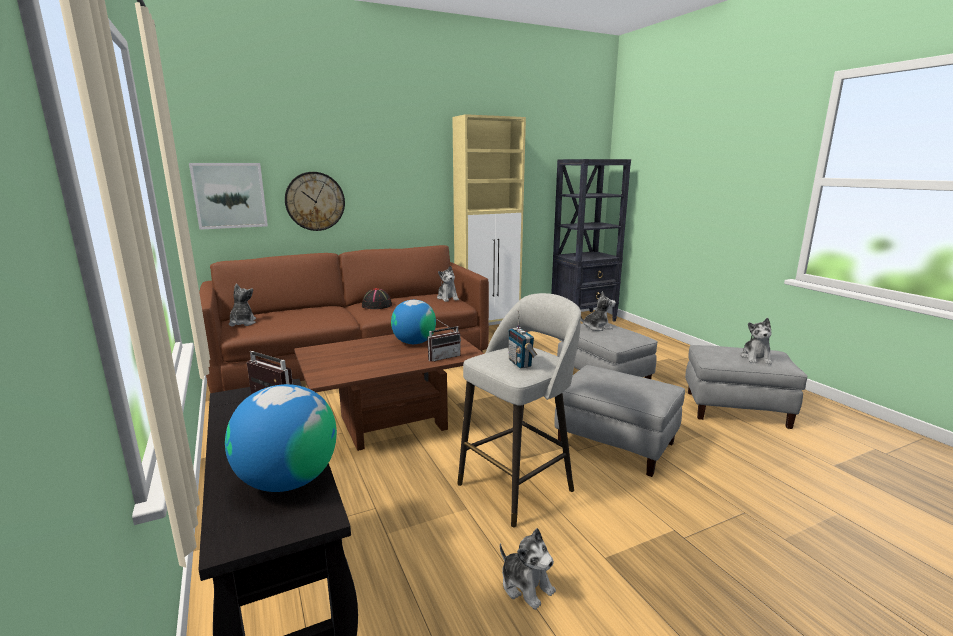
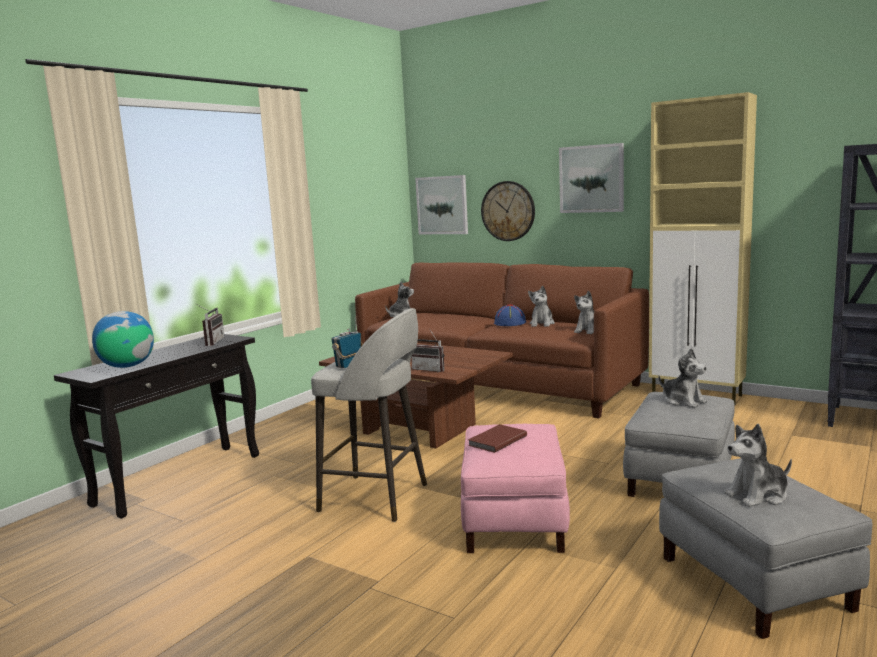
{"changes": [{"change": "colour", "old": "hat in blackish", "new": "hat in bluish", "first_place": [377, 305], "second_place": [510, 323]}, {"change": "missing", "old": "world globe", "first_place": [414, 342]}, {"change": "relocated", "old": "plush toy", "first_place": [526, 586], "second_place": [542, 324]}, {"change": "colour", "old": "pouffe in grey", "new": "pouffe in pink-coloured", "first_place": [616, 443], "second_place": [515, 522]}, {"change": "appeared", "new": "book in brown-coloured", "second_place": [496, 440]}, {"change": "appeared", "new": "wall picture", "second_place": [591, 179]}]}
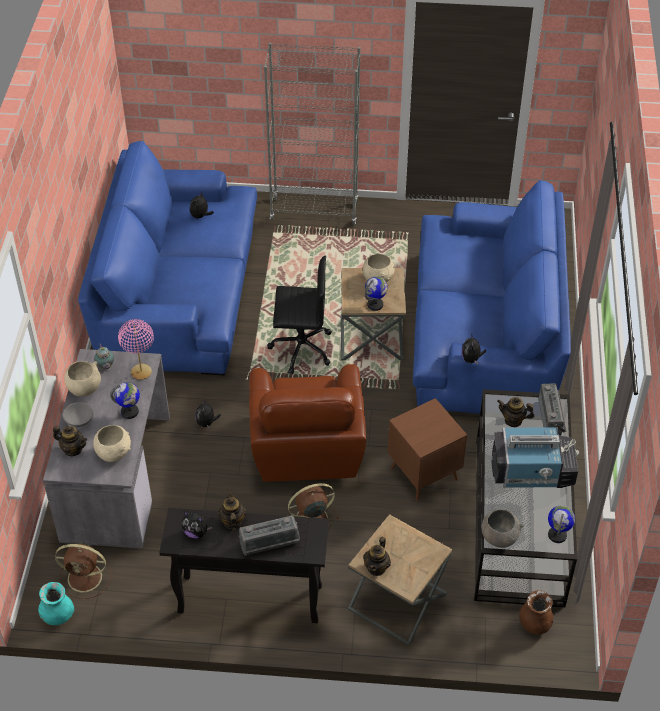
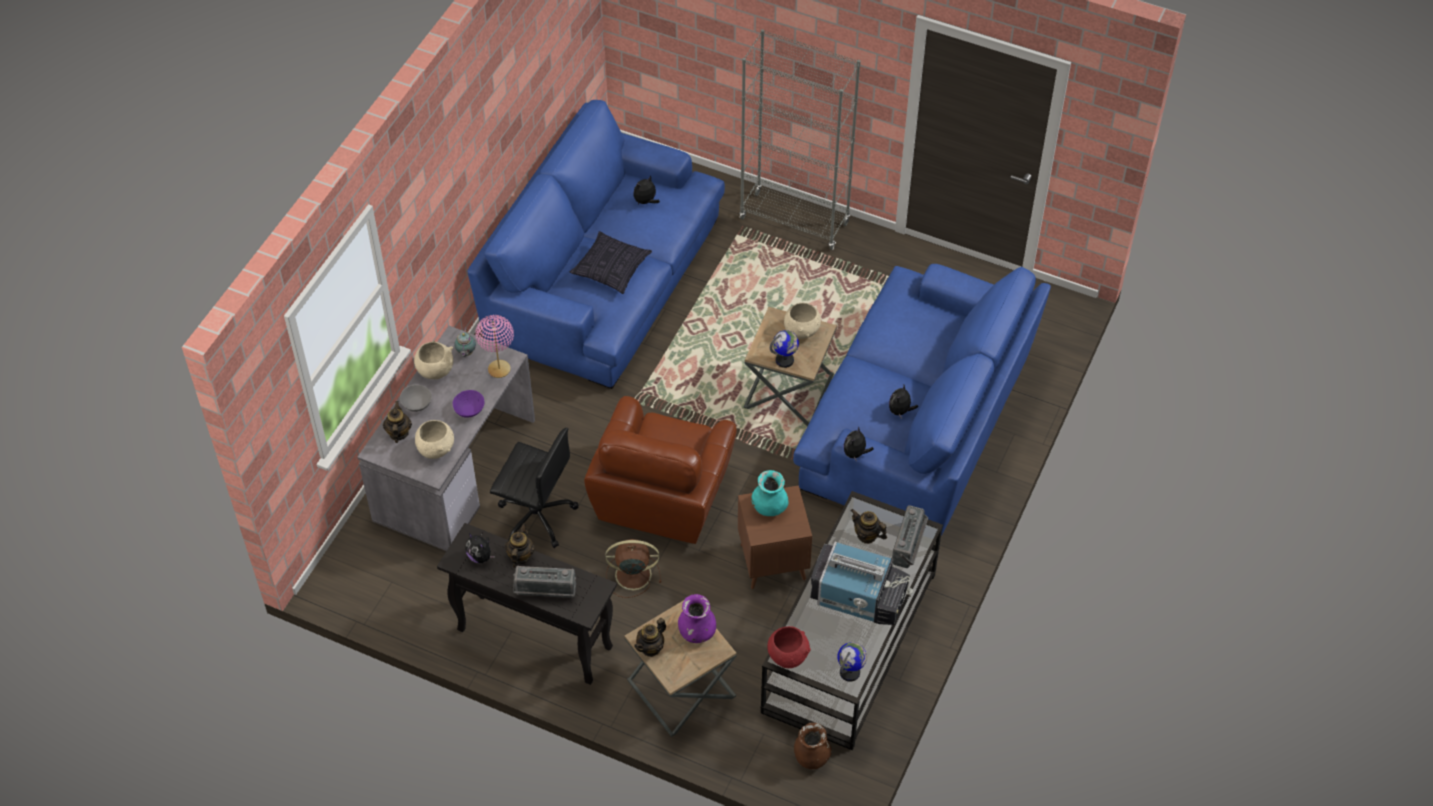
{"changes": [{"change": "relocated", "old": "flower vase in blue-green", "first_place": [58, 616], "second_place": [769, 507]}, {"change": "spun", "old": "tea pot", "first_place": [73, 449], "second_place": [398, 433], "degrees": -135}, {"change": "missing", "old": "cooling fan in brown-coloured", "first_place": [86, 578]}, {"change": "exchanged", "old": "world globe", "new": "deep dish in purple-coloured", "first_place": [130, 412], "second_place": [470, 409]}, {"change": "relocated", "old": "plush toy", "first_place": [207, 423], "second_place": [900, 411]}, {"change": "relocated", "old": "office chair in blackish", "first_place": [300, 348], "second_place": [535, 516]}, {"change": "colour", "old": "deep dish in grey", "new": "deep dish in red-coloured", "first_place": [499, 538], "second_place": [787, 656]}, {"change": "appeared", "new": "pillow", "second_place": [611, 269]}, {"change": "appeared", "new": "flower vase in purple-coloured", "second_place": [697, 632]}]}
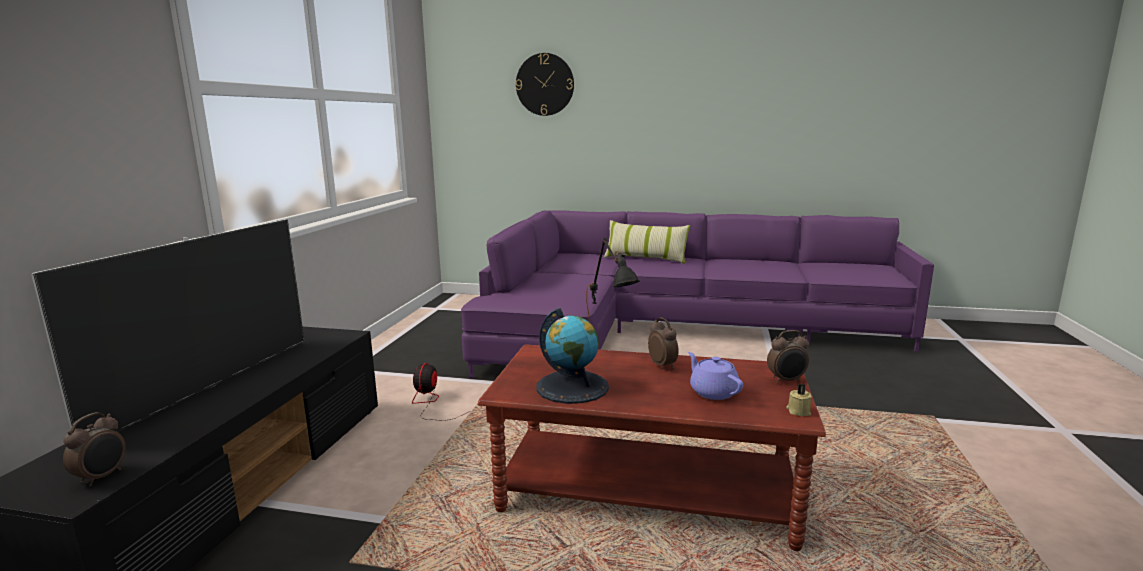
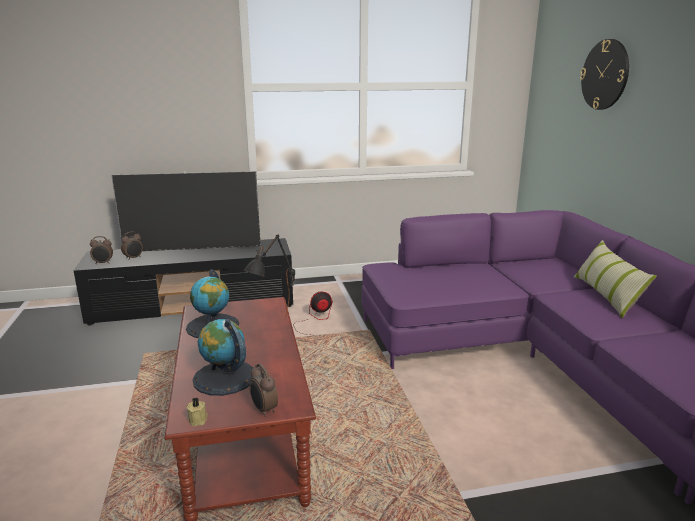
{"changes": [{"change": "relocated", "old": "bedside clock", "first_place": [663, 365], "second_place": [134, 258]}, {"change": "exchanged", "old": "tea pot in purple-coloured", "new": "world globe", "first_place": [713, 392], "second_place": [224, 377]}]}
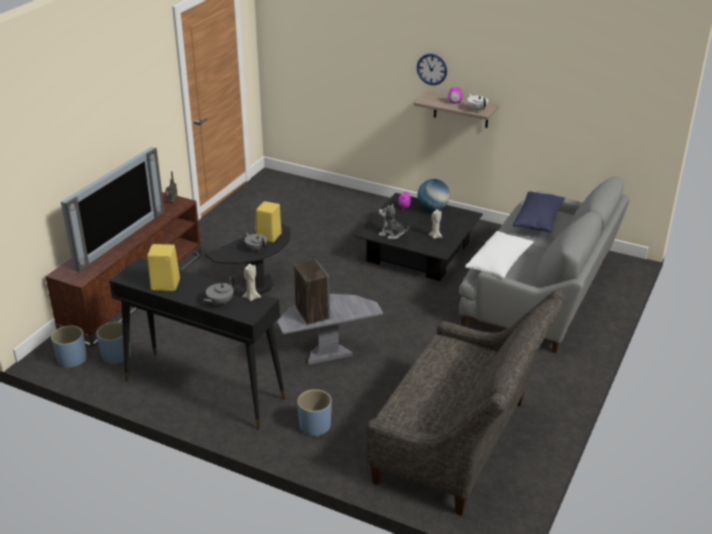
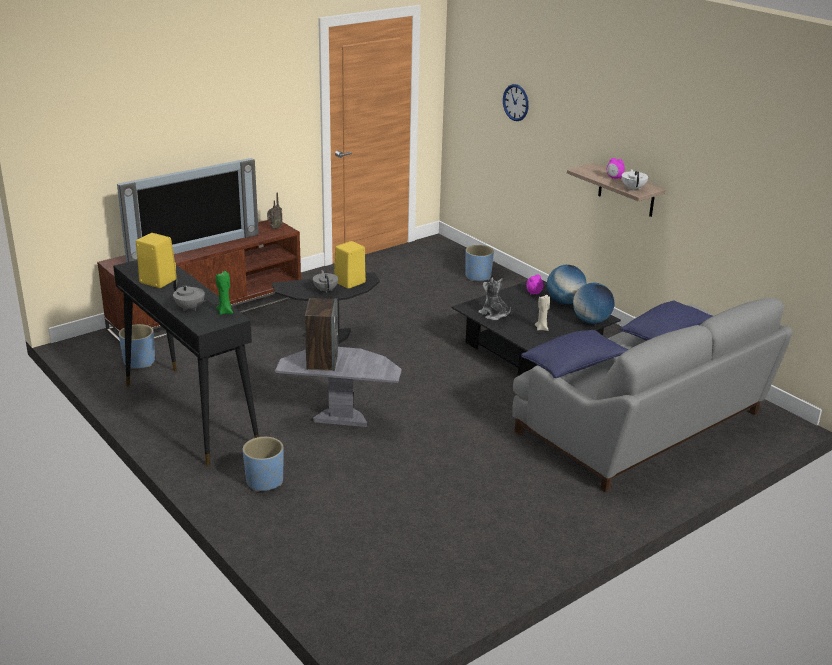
{"changes": [{"change": "relocated", "old": "planter in bluish", "first_place": [72, 360], "second_place": [478, 277]}, {"change": "spun", "old": "tea pot in grey", "first_place": [220, 302], "second_place": [190, 308], "degrees": -120}, {"change": "colour", "old": "wax candle in beige-coloured", "new": "wax candle in greenish", "first_place": [251, 297], "second_place": [225, 312]}, {"change": "missing", "old": "sofa in grey", "first_place": [461, 445]}, {"change": "relocated", "old": "clock on the wall", "first_place": [432, 69], "second_place": [516, 102]}, {"change": "colour", "old": "pillow in white-coloured", "new": "pillow in bluish", "first_place": [499, 263], "second_place": [574, 366]}, {"change": "appeared", "new": "world globe", "second_place": [591, 321]}]}
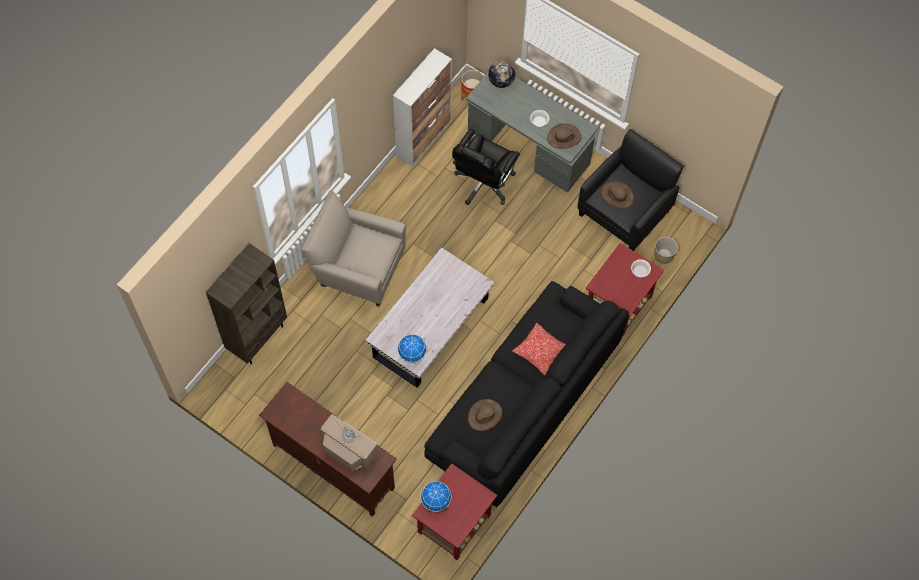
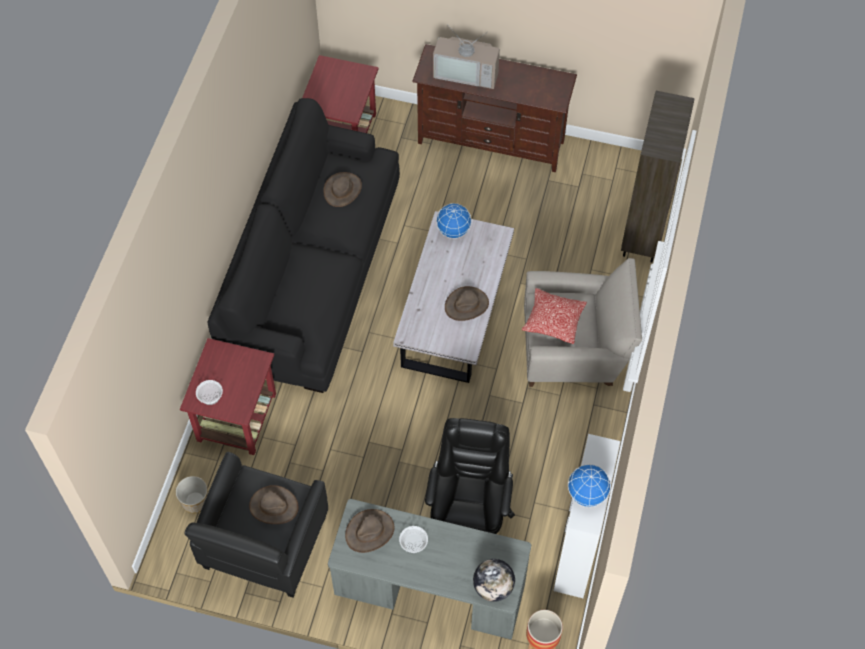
{"changes": [{"change": "relocated", "old": "world globe", "first_place": [435, 501], "second_place": [587, 494]}, {"change": "relocated", "old": "pillow", "first_place": [540, 352], "second_place": [553, 320]}, {"change": "appeared", "new": "hat in brown-coloured", "second_place": [466, 305]}]}
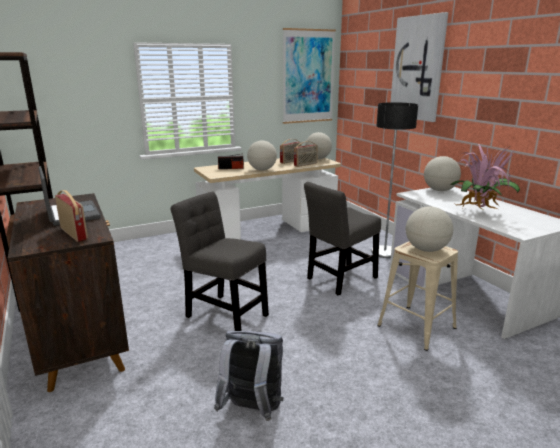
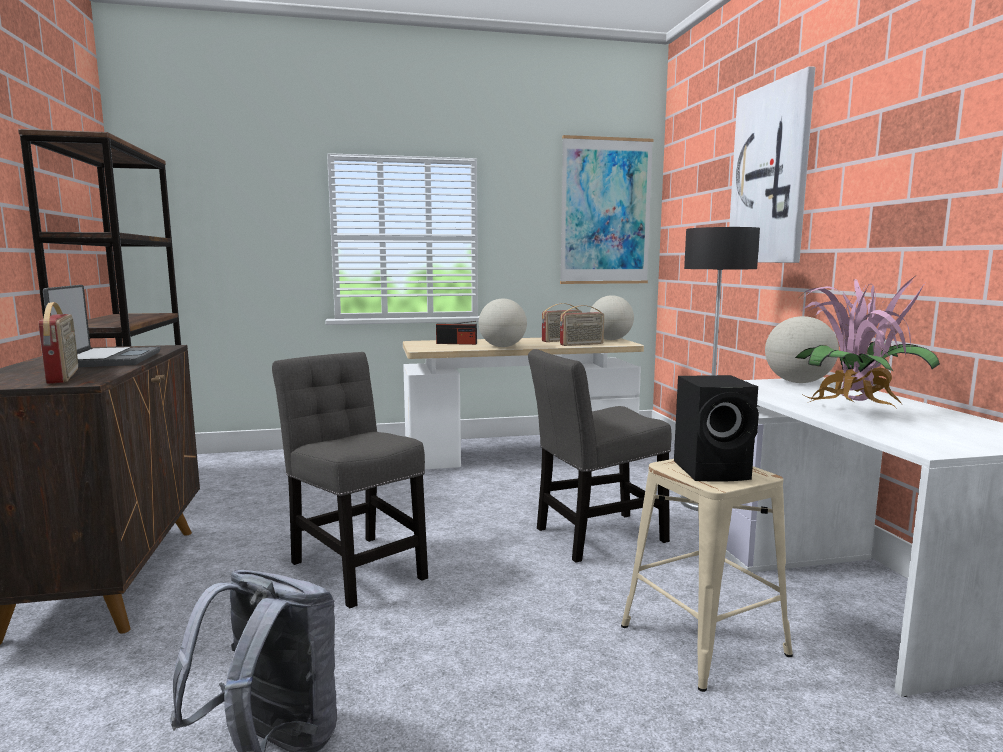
{"changes": [{"change": "exchanged", "old": "world globe", "new": "loudspeaker in blackish", "first_place": [426, 249], "second_place": [714, 471]}]}
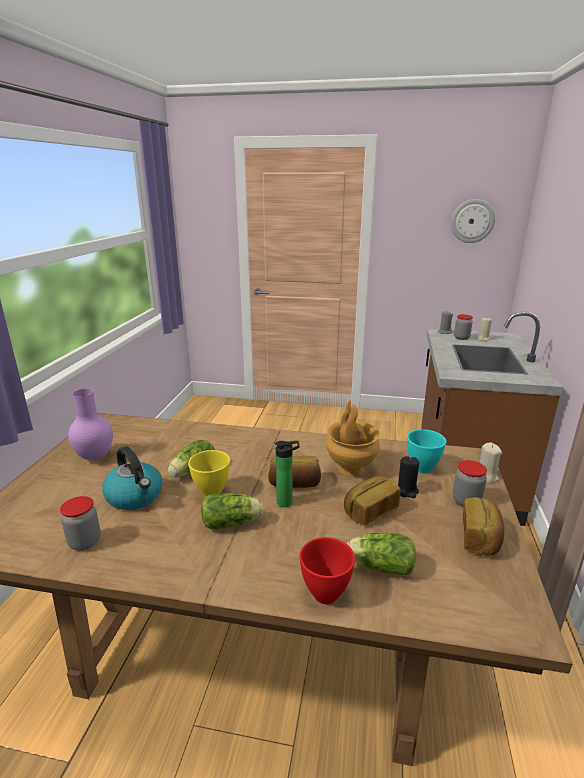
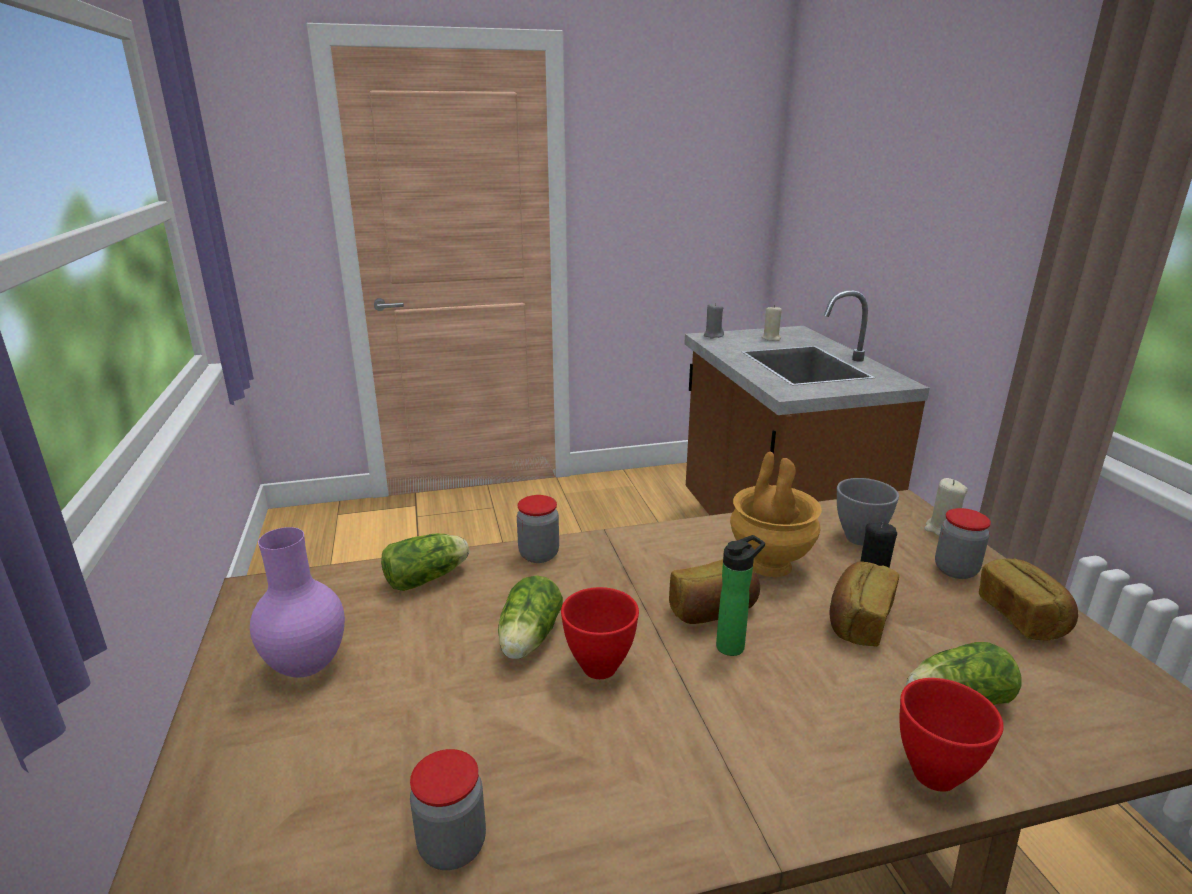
{"changes": [{"change": "missing", "old": "tea kettle", "first_place": [135, 496]}, {"change": "colour", "old": "deep dish in yellowish", "new": "deep dish in red-coloured", "first_place": [213, 492], "second_place": [601, 667]}, {"change": "relocated", "old": "lettuce", "first_place": [233, 523], "second_place": [429, 578]}, {"change": "colour", "old": "deep dish in blue-green", "new": "deep dish in grey", "first_place": [422, 469], "second_place": [860, 539]}, {"change": "missing", "old": "clock on the wall", "first_place": [472, 221]}, {"change": "relocated", "old": "storage jar", "first_place": [461, 338], "second_place": [539, 555]}]}
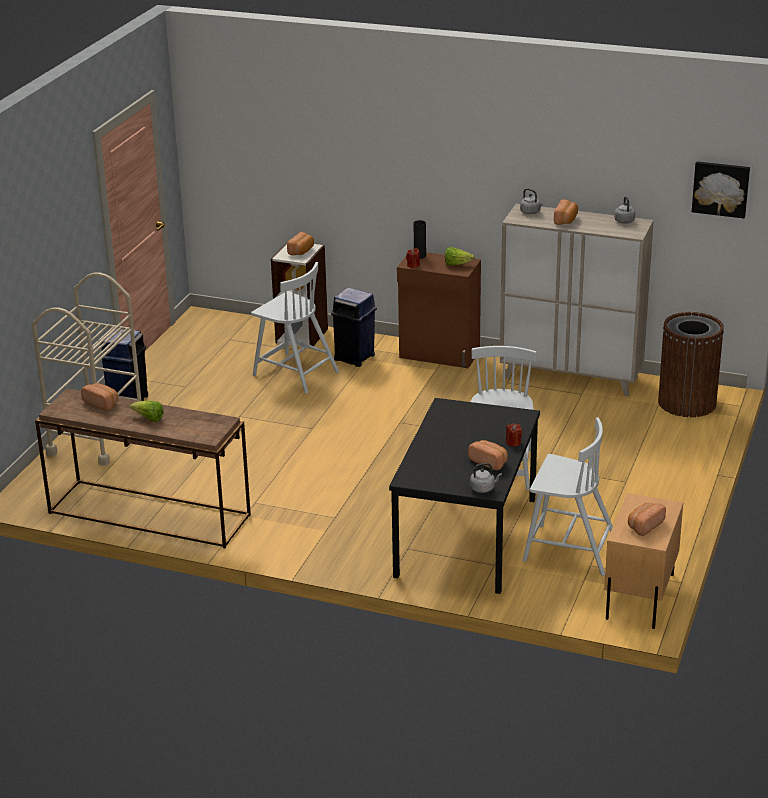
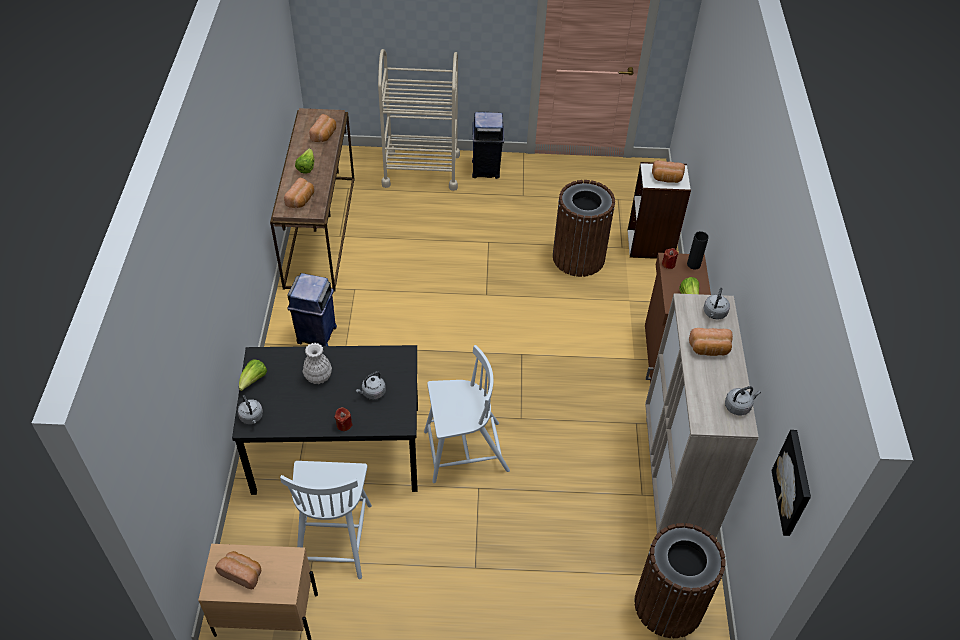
{"changes": [{"change": "exchanged", "old": "chair in white-coloured", "new": "rubbish bin in brown-coloured", "first_place": [294, 373], "second_place": [578, 257]}, {"change": "relocated", "old": "rubbish bin in bluish", "first_place": [355, 357], "second_place": [316, 335]}, {"change": "relocated", "old": "bread", "first_place": [489, 462], "second_place": [301, 200]}, {"change": "appeared", "new": "lettuce", "second_place": [253, 381]}, {"change": "appeared", "new": "flower vase in white-coloured", "second_place": [318, 377]}, {"change": "appeared", "new": "tea kettle in grey", "second_place": [372, 393]}]}
